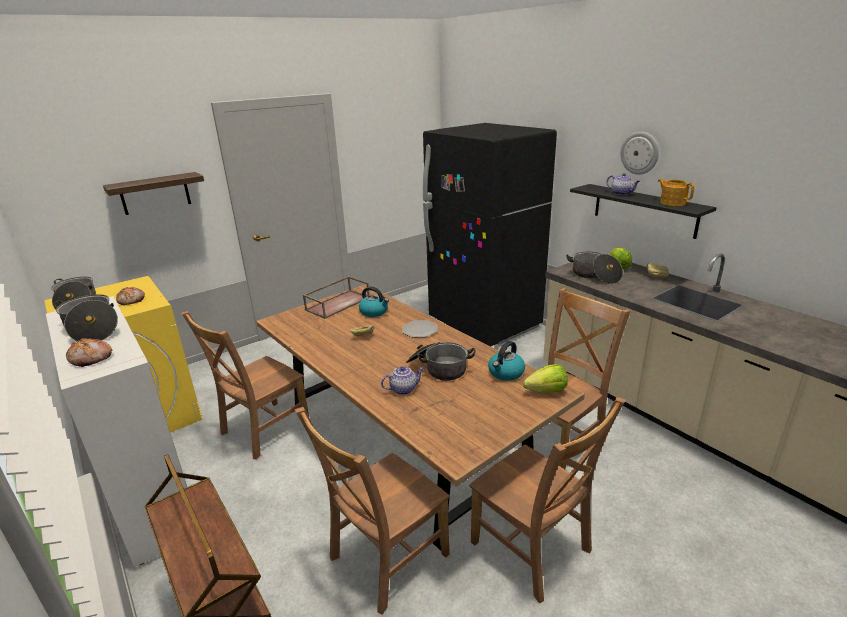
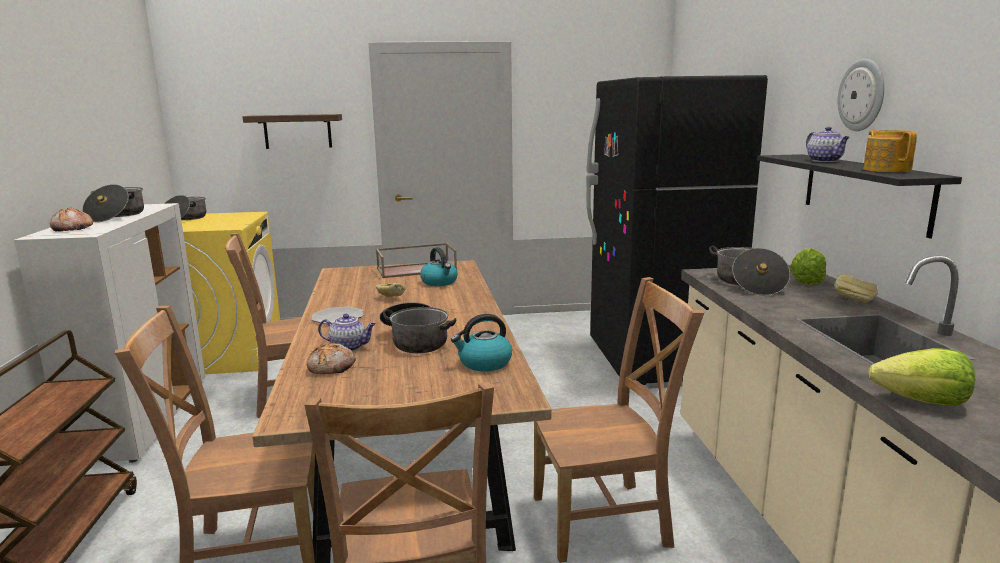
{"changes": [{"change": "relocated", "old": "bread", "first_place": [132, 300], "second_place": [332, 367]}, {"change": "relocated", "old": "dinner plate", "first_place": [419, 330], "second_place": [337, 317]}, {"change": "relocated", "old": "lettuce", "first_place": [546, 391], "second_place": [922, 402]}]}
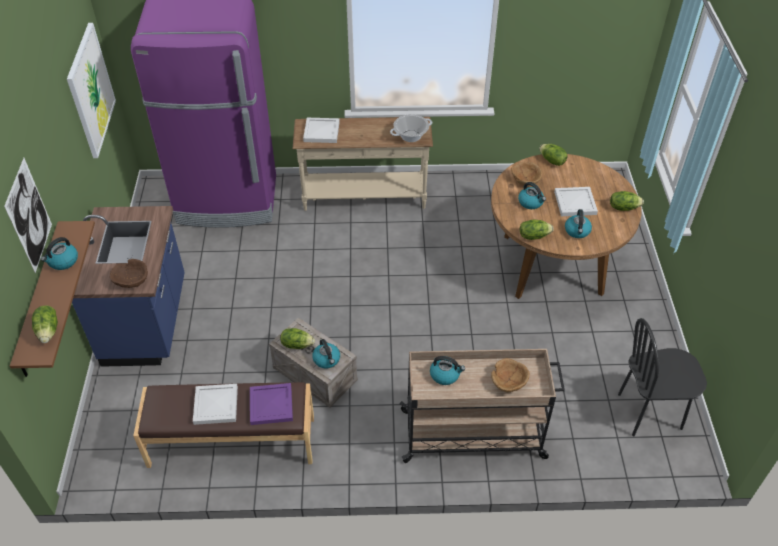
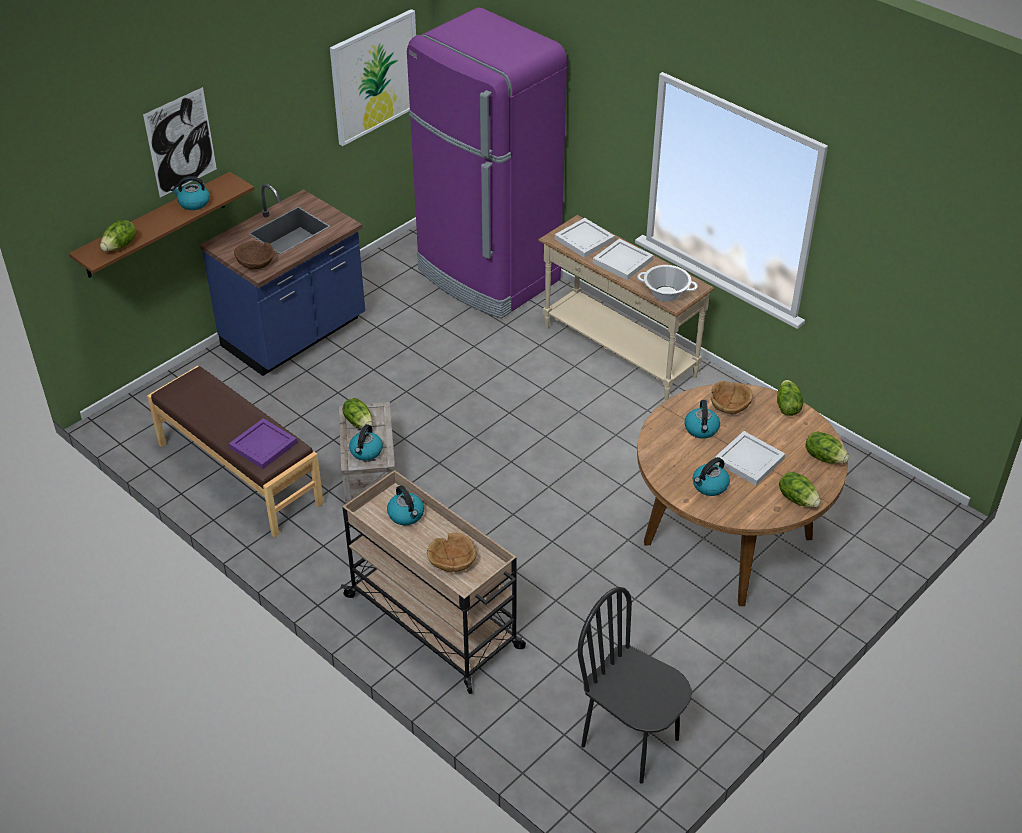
{"changes": [{"change": "relocated", "old": "serving tray in white-coloured", "first_place": [216, 404], "second_place": [623, 261]}, {"change": "relocated", "old": "lettuce", "first_place": [533, 236], "second_place": [824, 457]}]}
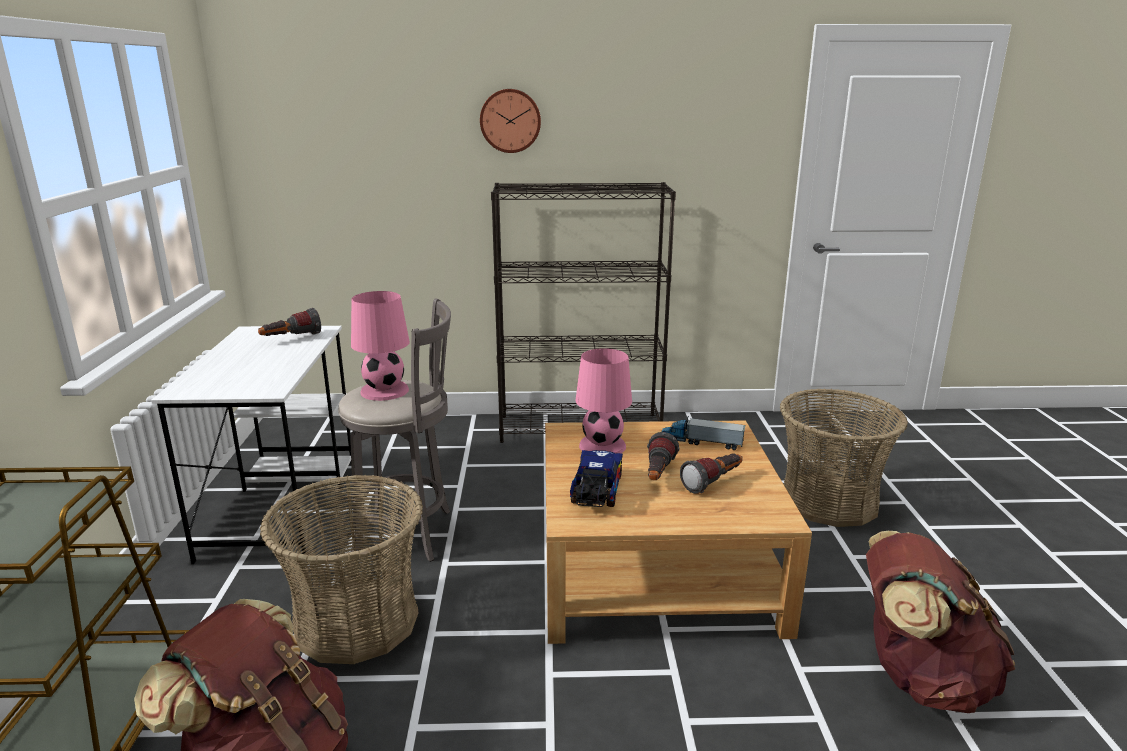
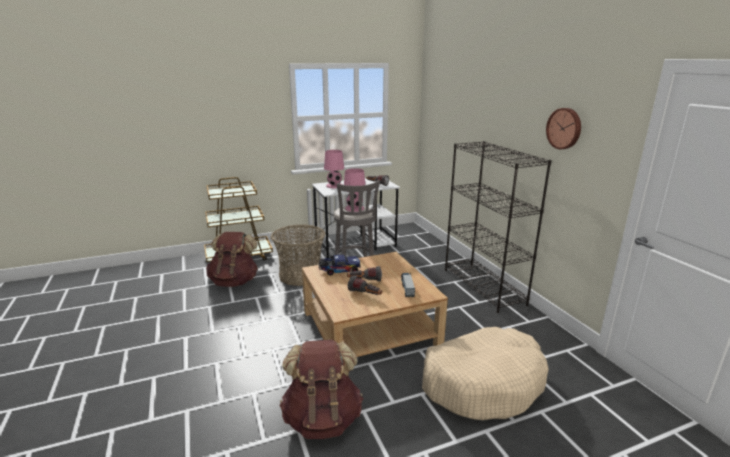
{"changes": [{"change": "relocated", "old": "clock on the wall", "first_place": [510, 121], "second_place": [564, 128]}, {"change": "relocated", "old": "tabletop lamp in pink-coloured", "first_place": [603, 446], "second_place": [334, 186]}, {"change": "exchanged", "old": "basket", "new": "dog cushion in beige-coloured", "first_place": [829, 501], "second_place": [482, 383]}]}
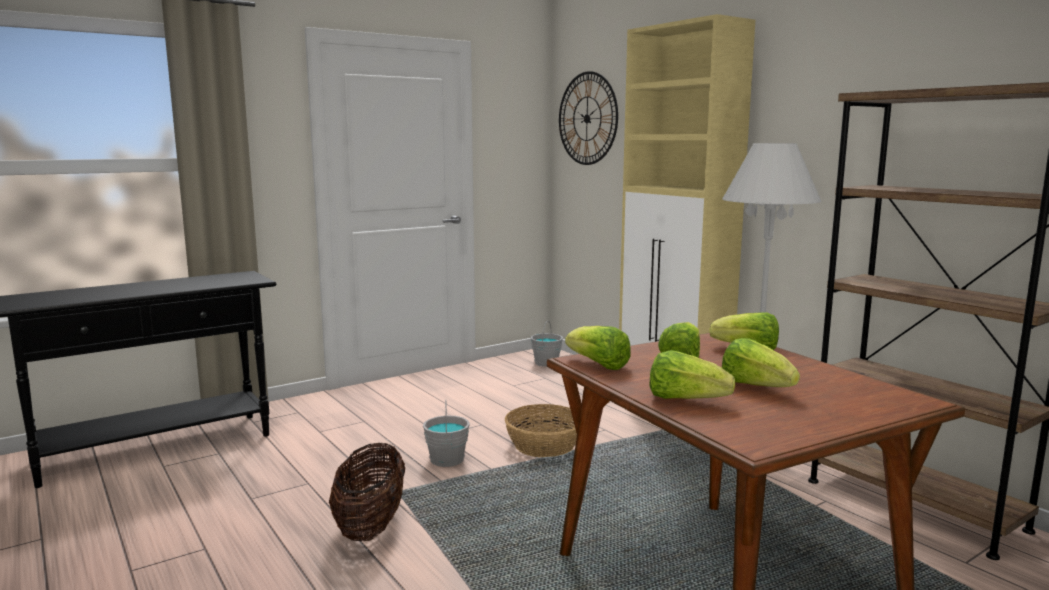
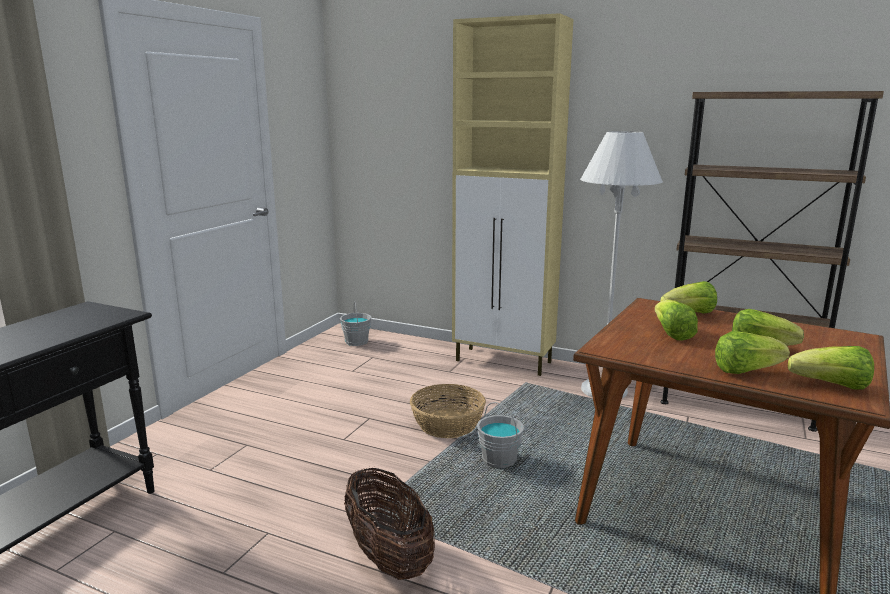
{"changes": [{"change": "relocated", "old": "pail in grey", "first_place": [446, 459], "second_place": [498, 460]}, {"change": "missing", "old": "clock on the wall", "first_place": [587, 118]}, {"change": "relocated", "old": "lettuce", "first_place": [598, 365], "second_place": [831, 386]}]}
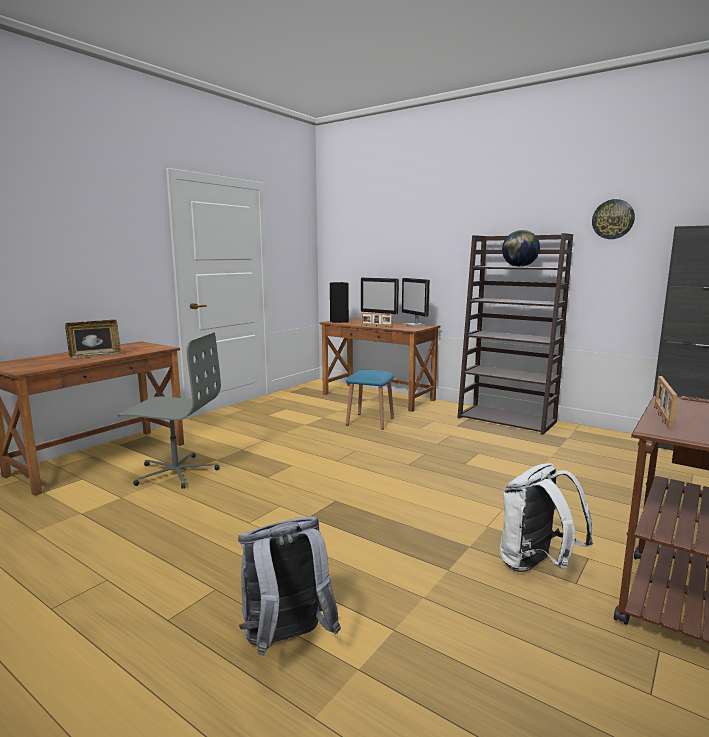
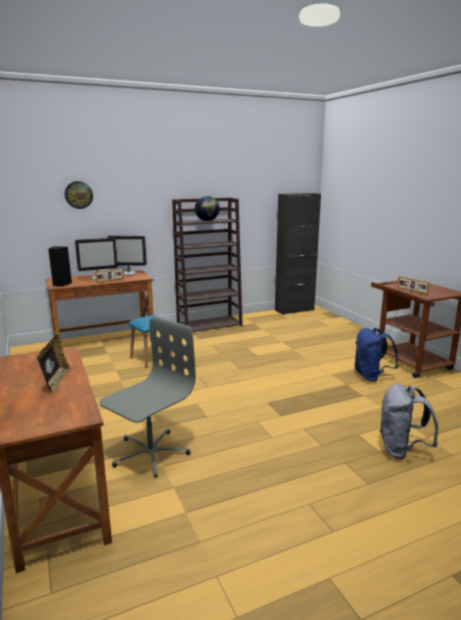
{"changes": [{"change": "colour", "old": "knapsack in white-coloured", "new": "knapsack in bluish", "first_place": [537, 565], "second_place": [371, 376]}, {"change": "relocated", "old": "clock on the wall", "first_place": [613, 219], "second_place": [78, 195]}]}
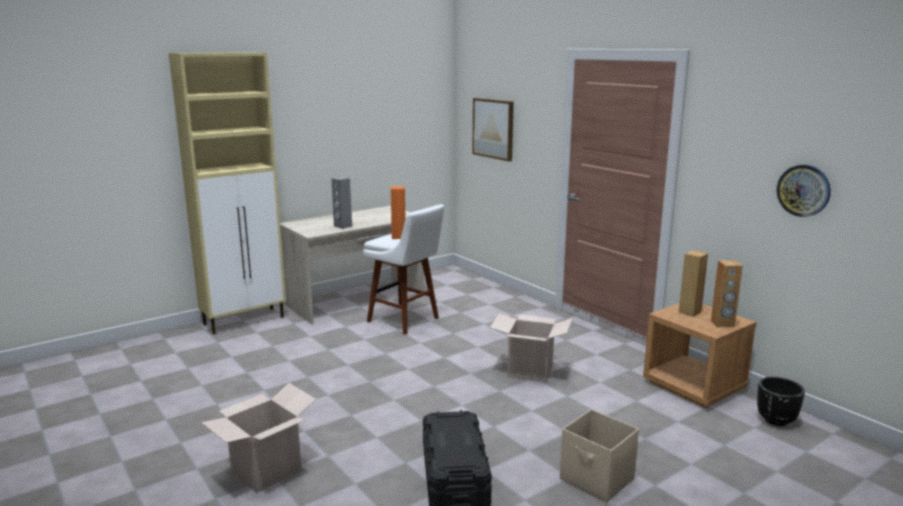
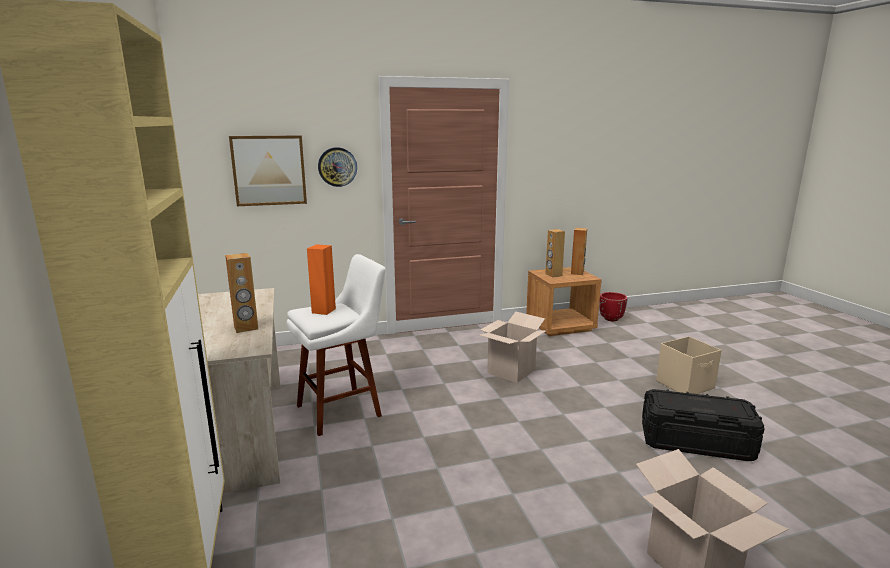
{"changes": [{"change": "colour", "old": "loudspeaker in grey", "new": "loudspeaker in brown-coloured", "first_place": [342, 226], "second_place": [246, 328]}, {"change": "colour", "old": "planter in blackish", "new": "planter in red-coloured", "first_place": [776, 421], "second_place": [611, 319]}, {"change": "relocated", "old": "clock on the wall", "first_place": [803, 190], "second_place": [337, 167]}]}
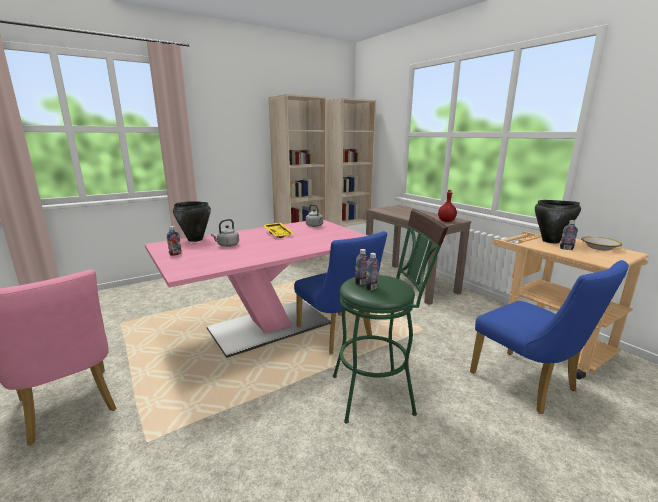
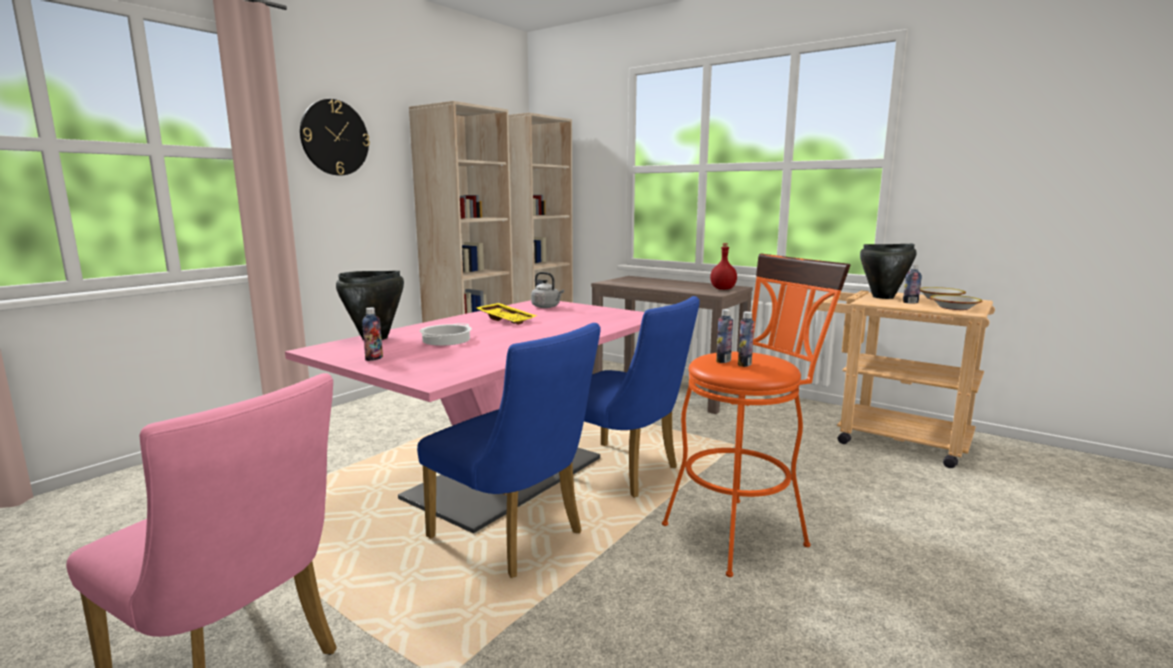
{"changes": [{"change": "exchanged", "old": "tea kettle in grey", "new": "stockpot", "first_place": [227, 245], "second_place": [446, 340]}, {"change": "colour", "old": "stool in greenish", "new": "stool in orange", "first_place": [379, 393], "second_place": [742, 531]}, {"change": "relocated", "old": "chair in bluish", "first_place": [529, 385], "second_place": [514, 538]}, {"change": "appeared", "new": "clock on the wall", "second_place": [334, 137]}, {"change": "appeared", "new": "deep dish", "second_place": [954, 307]}]}
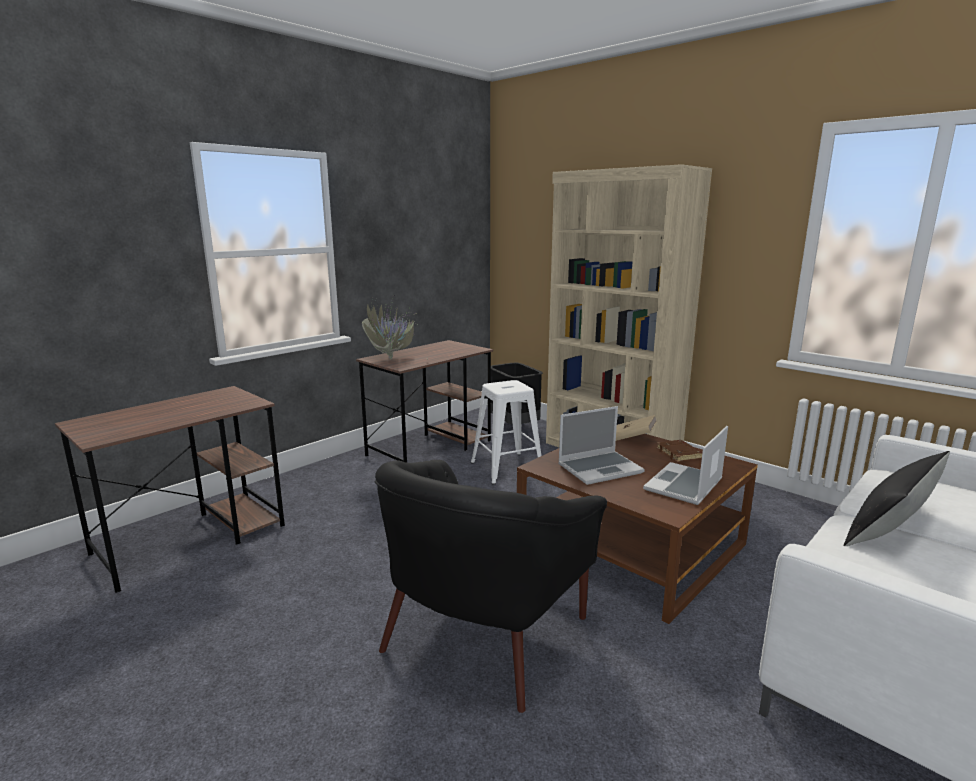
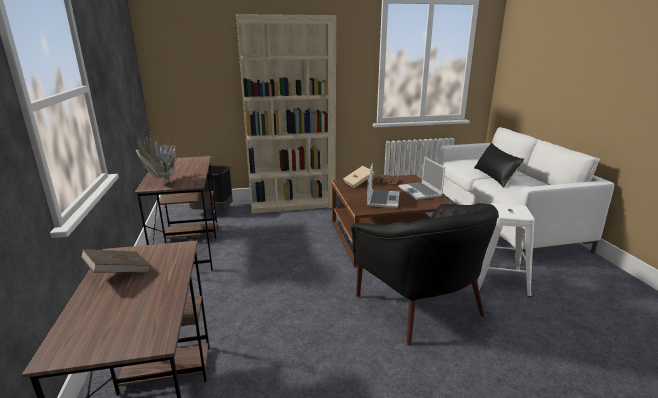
{"changes": [{"change": "relocated", "old": "stool in white-coloured", "first_place": [506, 468], "second_place": [499, 280]}, {"change": "appeared", "new": "book in brown-coloured", "second_place": [118, 273]}]}
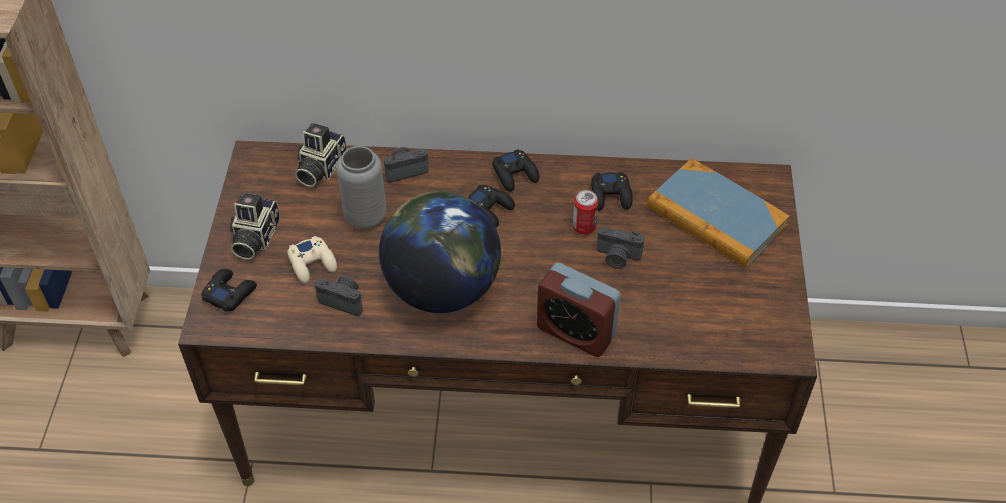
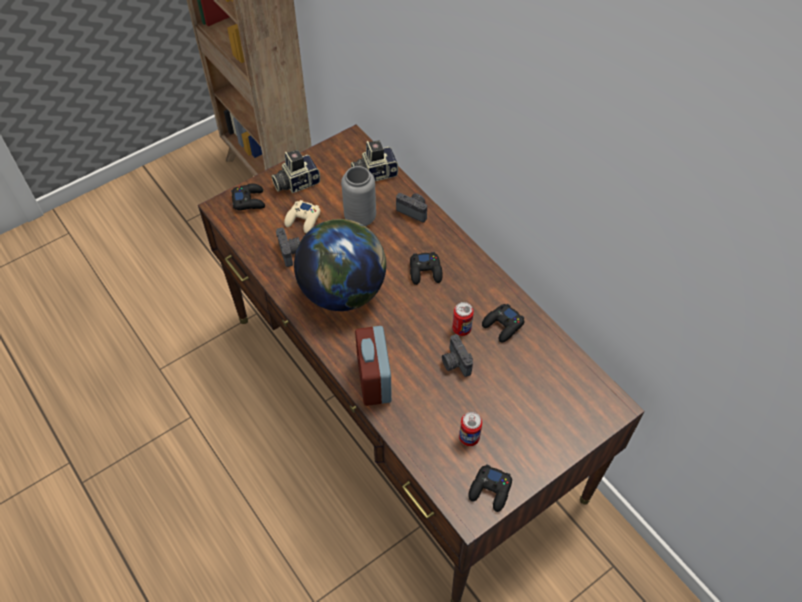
{"changes": [{"change": "relocated", "old": "joypad in blackish", "first_place": [515, 174], "second_place": [490, 490]}, {"change": "missing", "old": "book", "first_place": [716, 217]}, {"change": "appeared", "new": "sealed can", "second_place": [469, 437]}]}
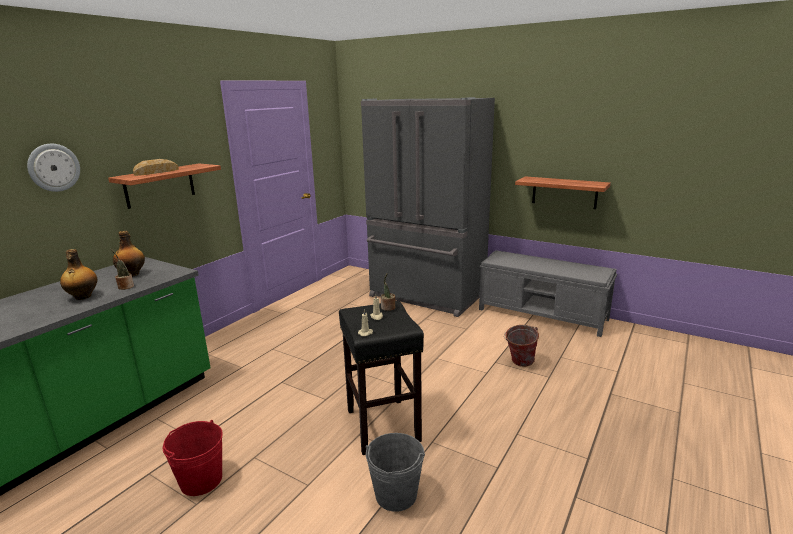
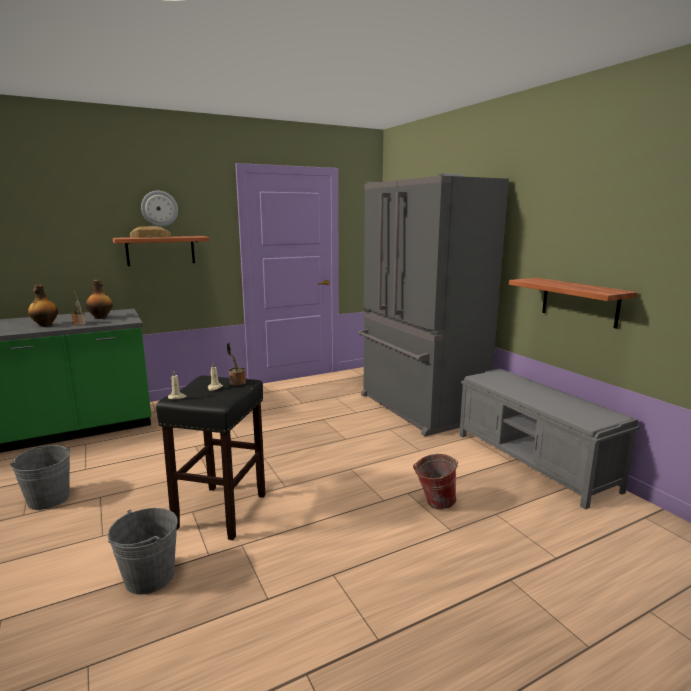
{"changes": [{"change": "relocated", "old": "clock on the wall", "first_place": [53, 167], "second_place": [159, 208]}, {"change": "colour", "old": "pail in red-coloured", "new": "pail in grey", "first_place": [201, 480], "second_place": [48, 499]}]}
